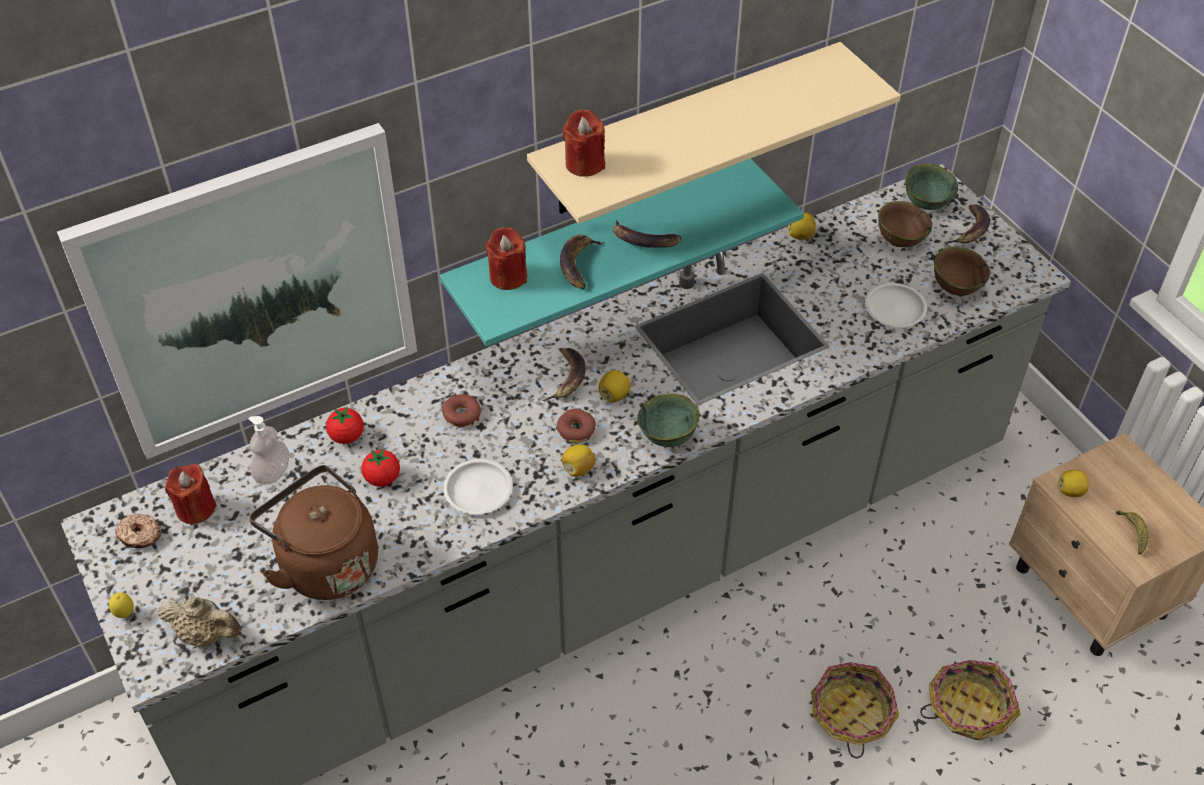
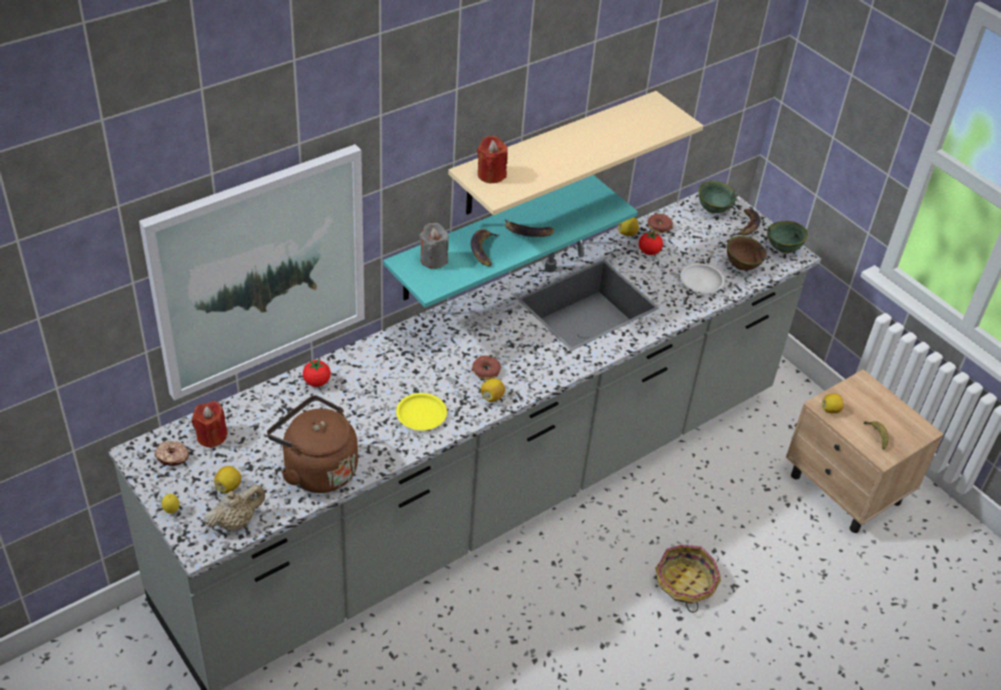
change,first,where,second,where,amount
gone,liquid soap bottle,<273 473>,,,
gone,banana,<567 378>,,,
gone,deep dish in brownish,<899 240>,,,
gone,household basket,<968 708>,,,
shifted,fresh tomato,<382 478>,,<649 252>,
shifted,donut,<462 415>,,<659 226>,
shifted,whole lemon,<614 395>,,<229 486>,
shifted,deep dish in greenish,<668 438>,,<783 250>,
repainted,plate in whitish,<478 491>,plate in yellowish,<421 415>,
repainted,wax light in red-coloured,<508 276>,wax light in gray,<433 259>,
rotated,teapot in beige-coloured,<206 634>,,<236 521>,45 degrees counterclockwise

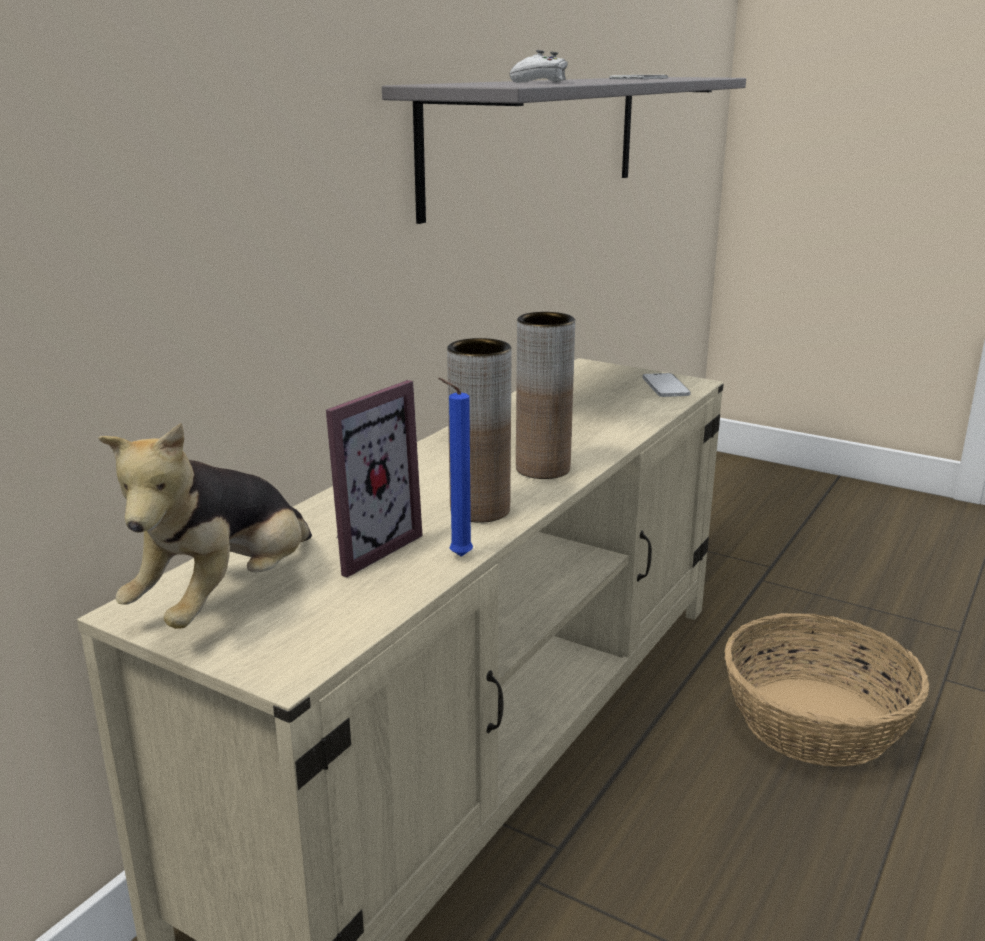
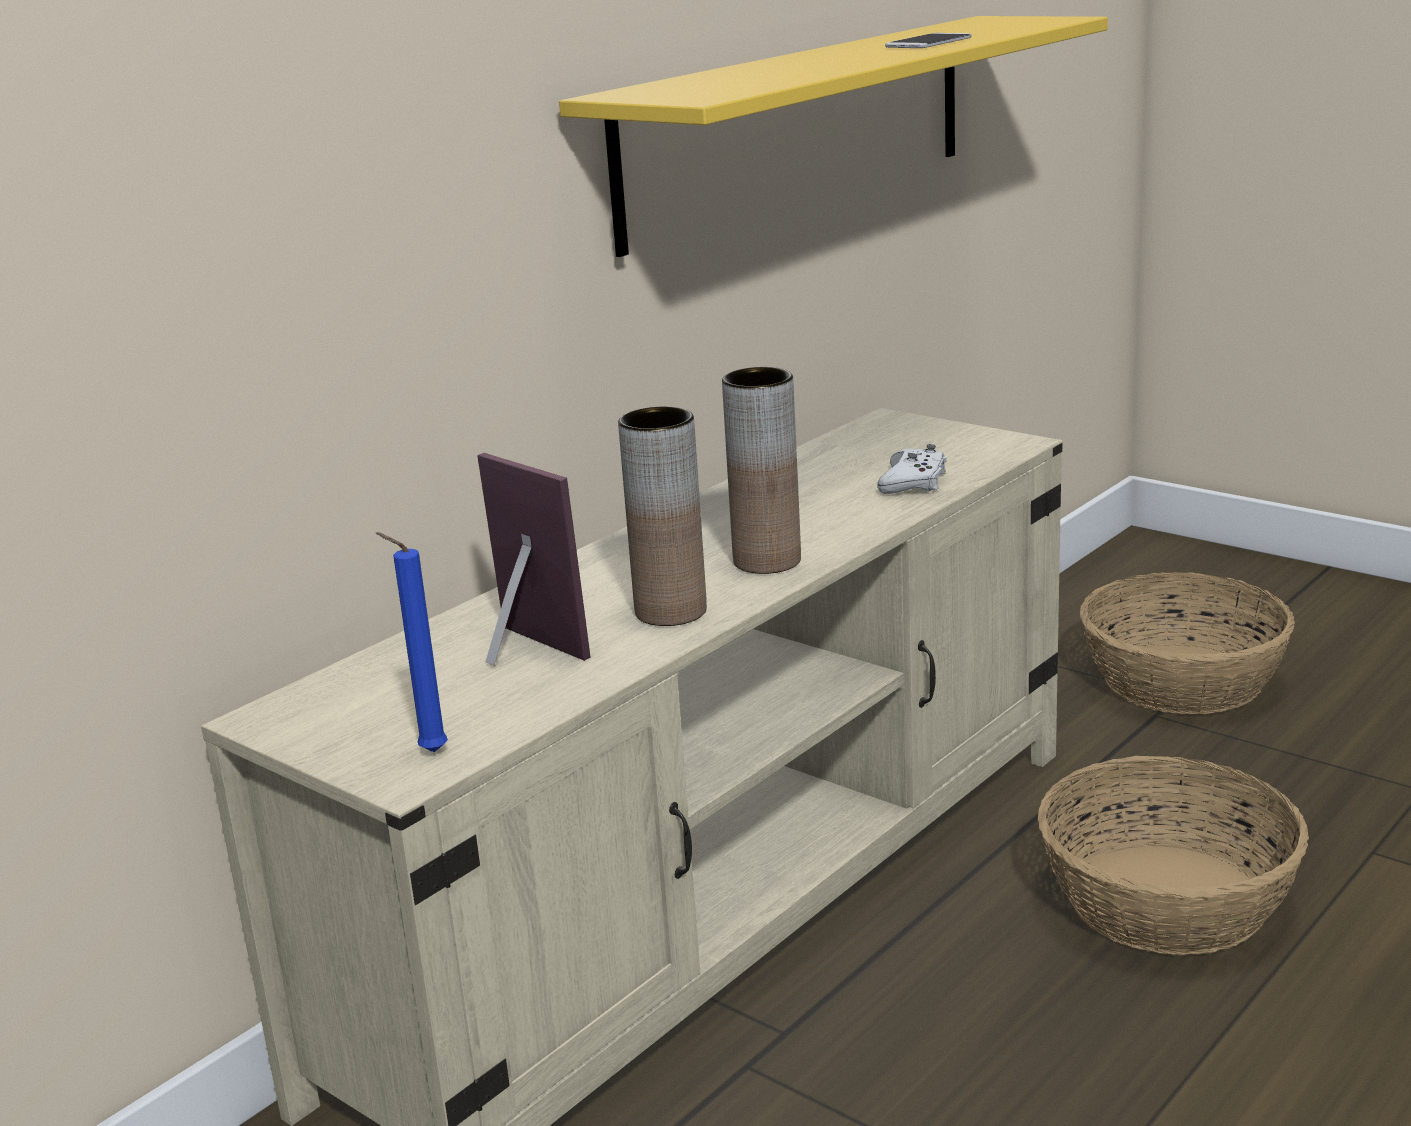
change,first,where,second,where,amount
gone,plush toy,<227 599>,,,
gone,handset,<665 387>,,,
new,,,household basket,<1181 679>,
shifted,wax light in bluish,<457 557>,,<429 752>,
shifted,game controller in whitish,<539 82>,,<913 482>,
repainted,bracket shelf in gray,<538 139>,bracket shelf in yellowish,<799 127>,
rotated,standing frame,<362 547>,,<520 653>,90 degrees counterclockwise

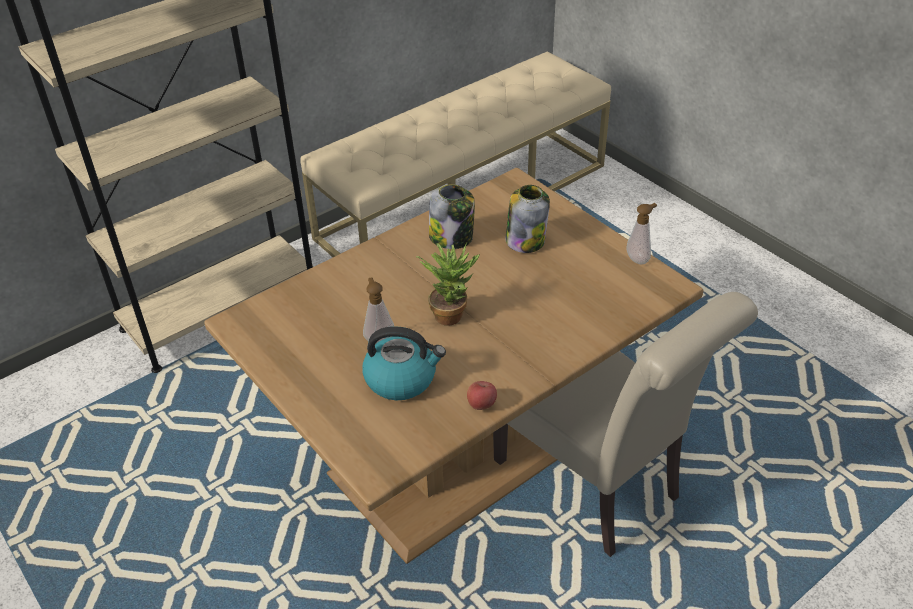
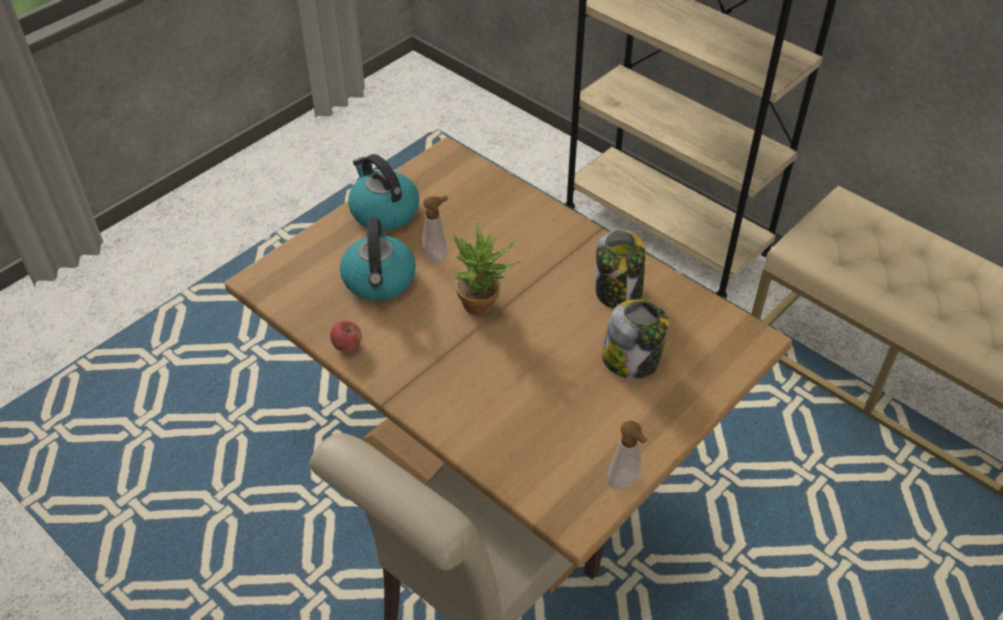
change,first,where,second,where,amount
new,,,tea kettle,<383 211>,

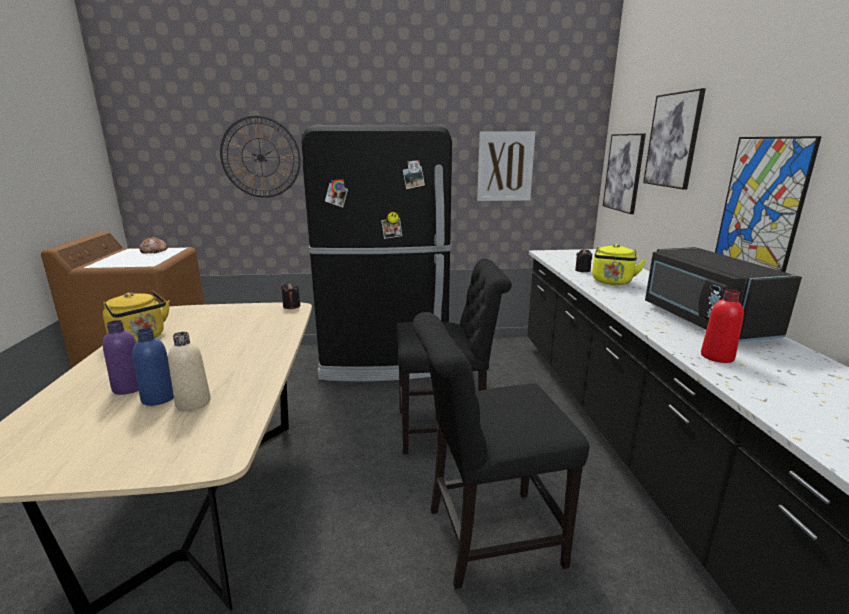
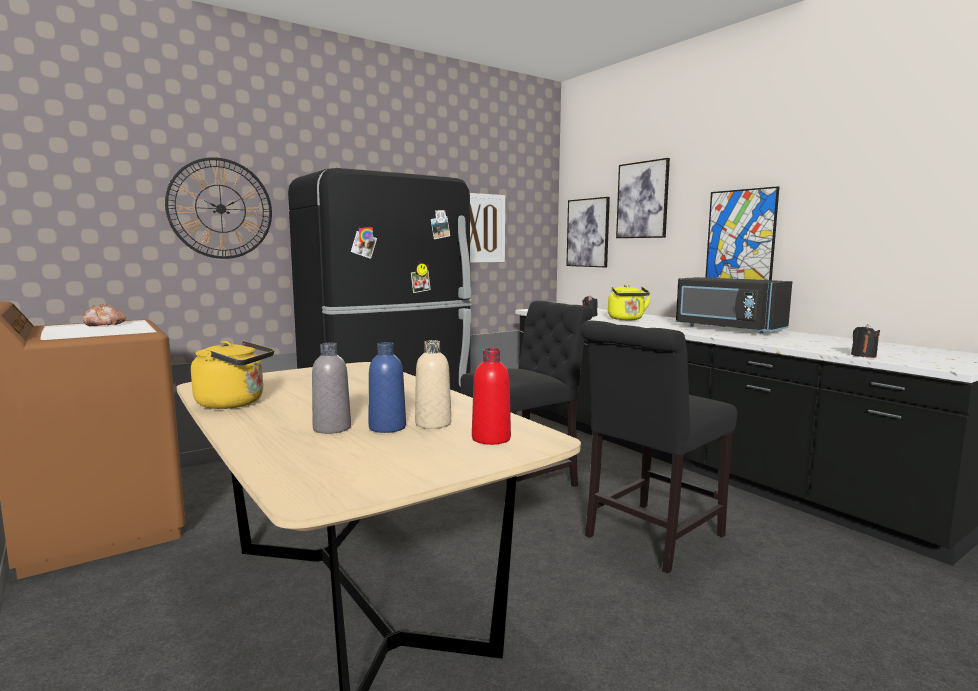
change,first,where,second,where,amount
shifted,wax light in blackish,<291 306>,,<863 355>,
shifted,beverage bottle in red-coloured,<717 357>,,<491 439>,
repainted,beverage bottle in purple-coloured,<129 387>,beverage bottle in gray,<332 428>,

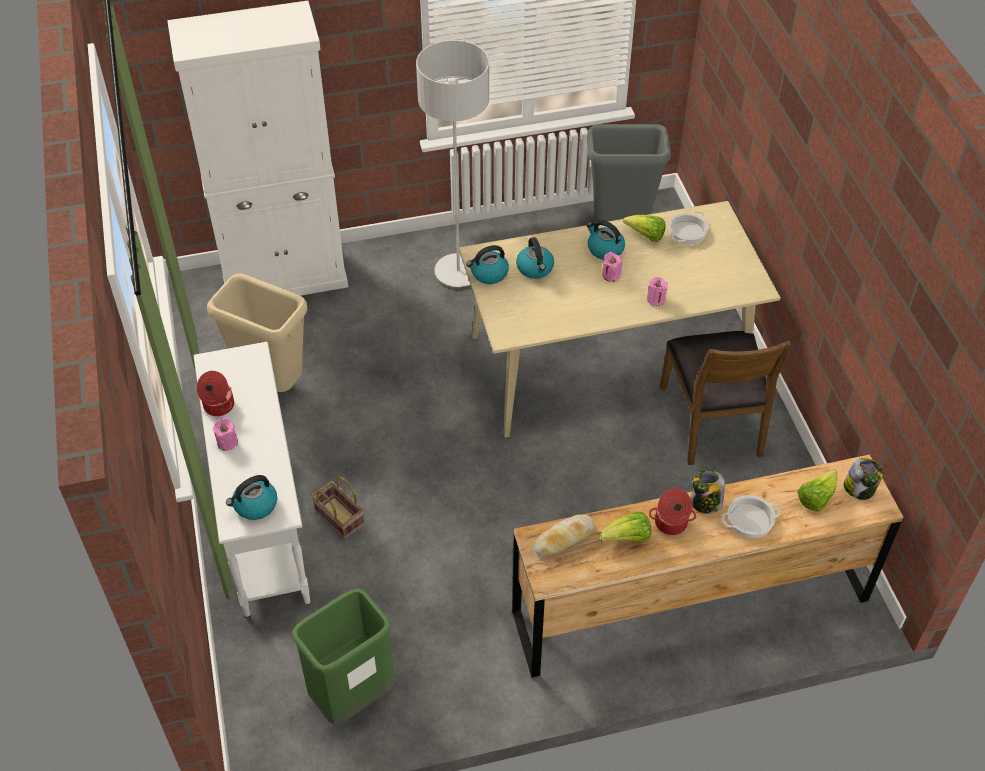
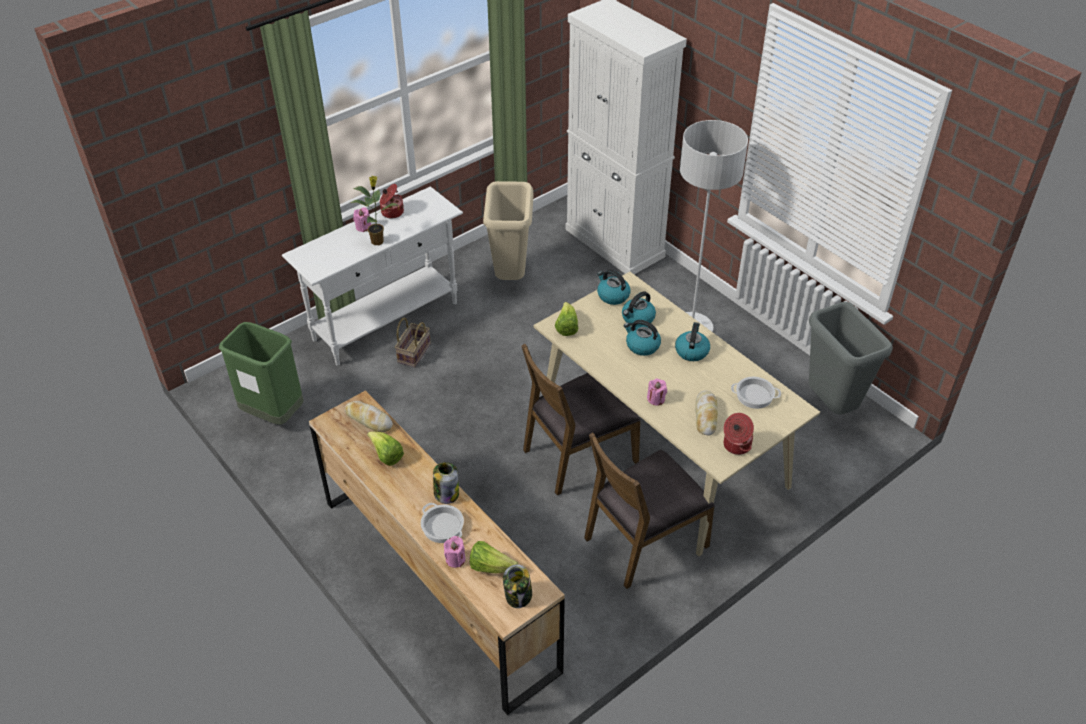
change,first,where,second,where,amount
new,,,potted plant,<378 241>,
new,,,chair in brownish,<578 454>,
new,,,bakery bread,<705 416>,
shifted,tea kettle,<255 505>,,<642 346>,
shifted,wax light in pinkish,<611 275>,,<455 559>,
shifted,head of lettuce,<646 236>,,<566 327>,
shifted,cooking pot,<670 523>,,<736 445>,

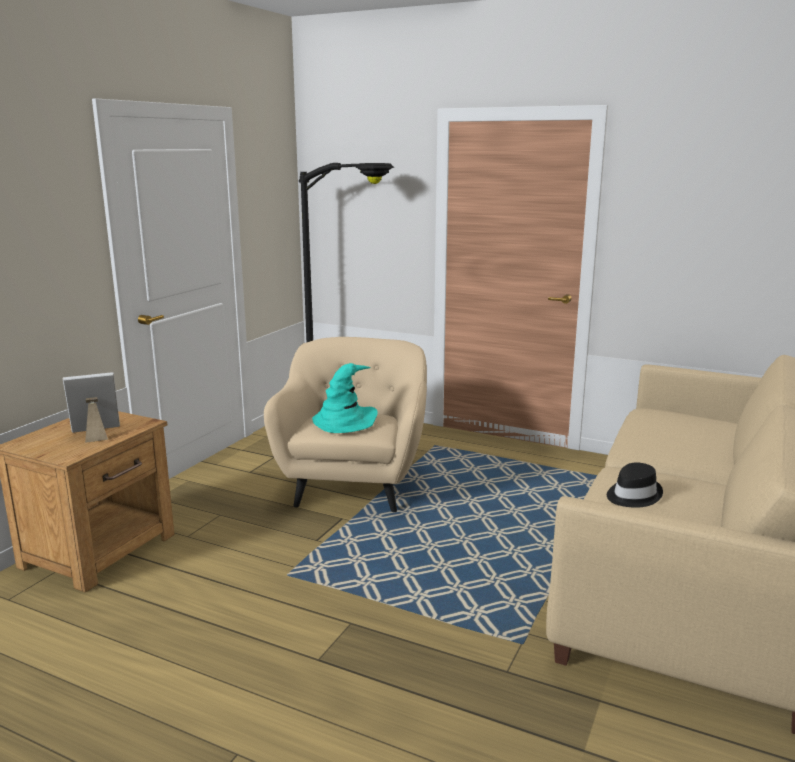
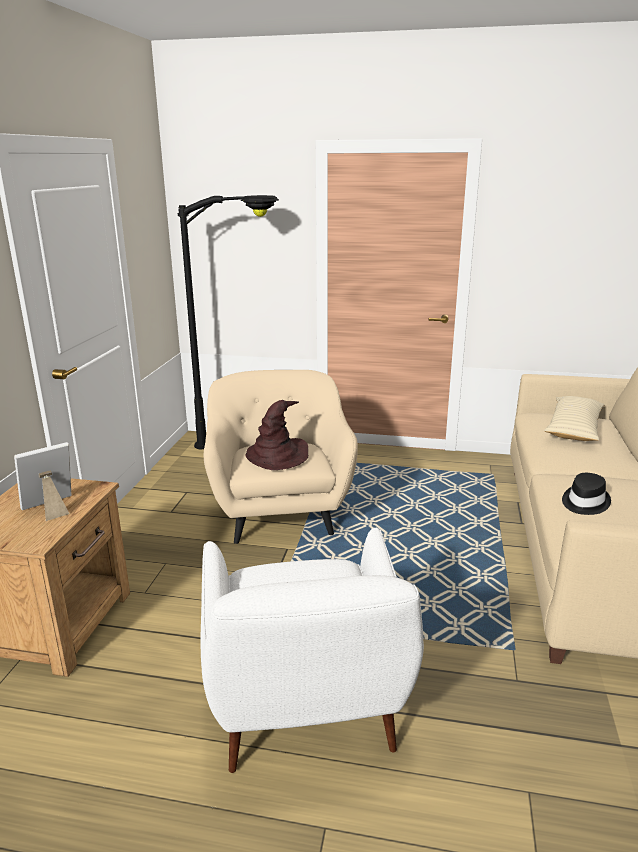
change,first,where,second,where,amount
new,,,armchair in whitish,<306 709>,
new,,,throw pillow in beige-coloured,<573 428>,
repainted,clothing hat in blue-green,<345 421>,clothing hat in brownish,<277 455>,

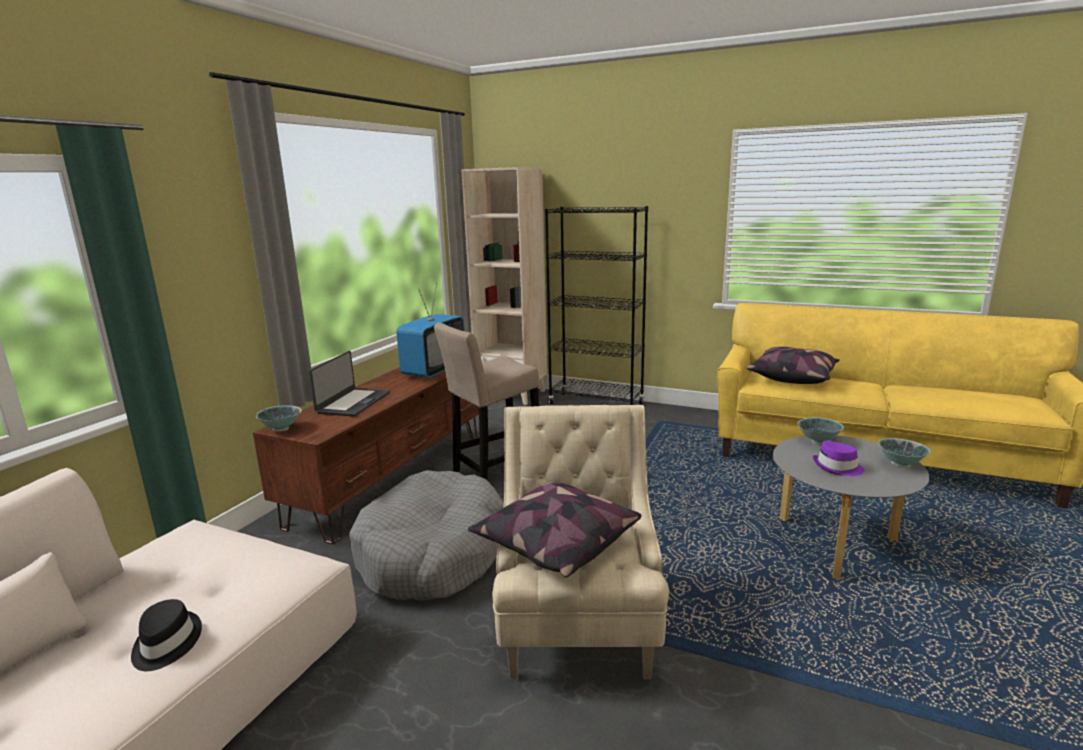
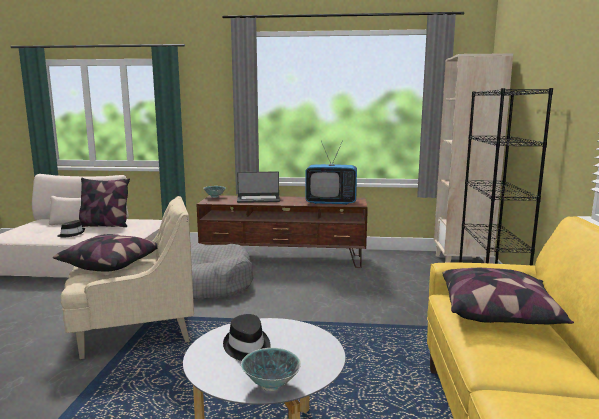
change,first,where,second,where,amount
gone,stool in beige-coloured,<493 477>,,,
gone,deep dish,<818 441>,,,
new,,,throw pillow,<104 225>,
repainted,clothing hat in purple-coloured,<838 468>,clothing hat in blackish,<247 347>,

